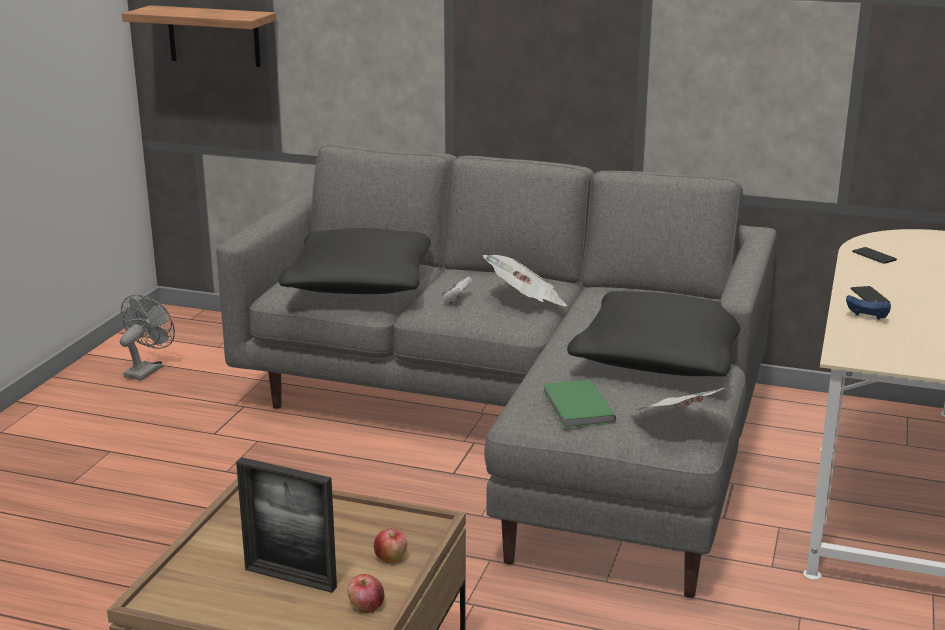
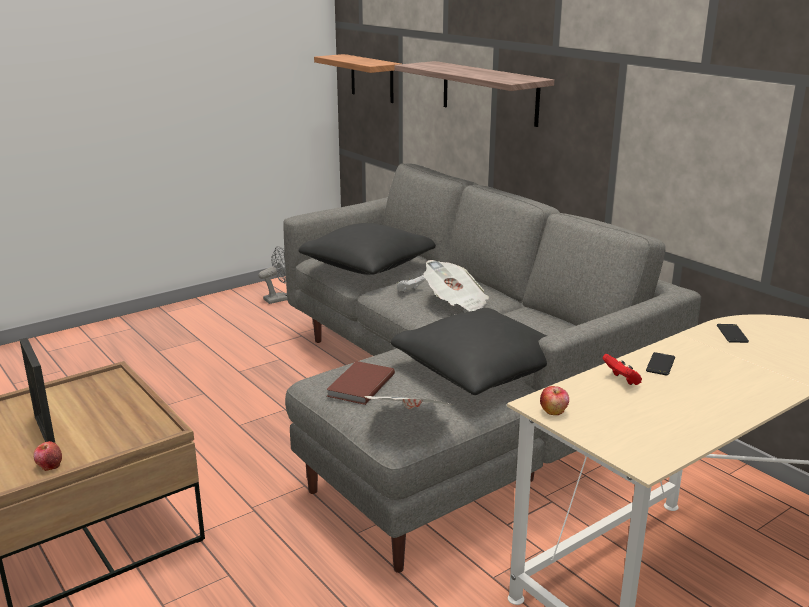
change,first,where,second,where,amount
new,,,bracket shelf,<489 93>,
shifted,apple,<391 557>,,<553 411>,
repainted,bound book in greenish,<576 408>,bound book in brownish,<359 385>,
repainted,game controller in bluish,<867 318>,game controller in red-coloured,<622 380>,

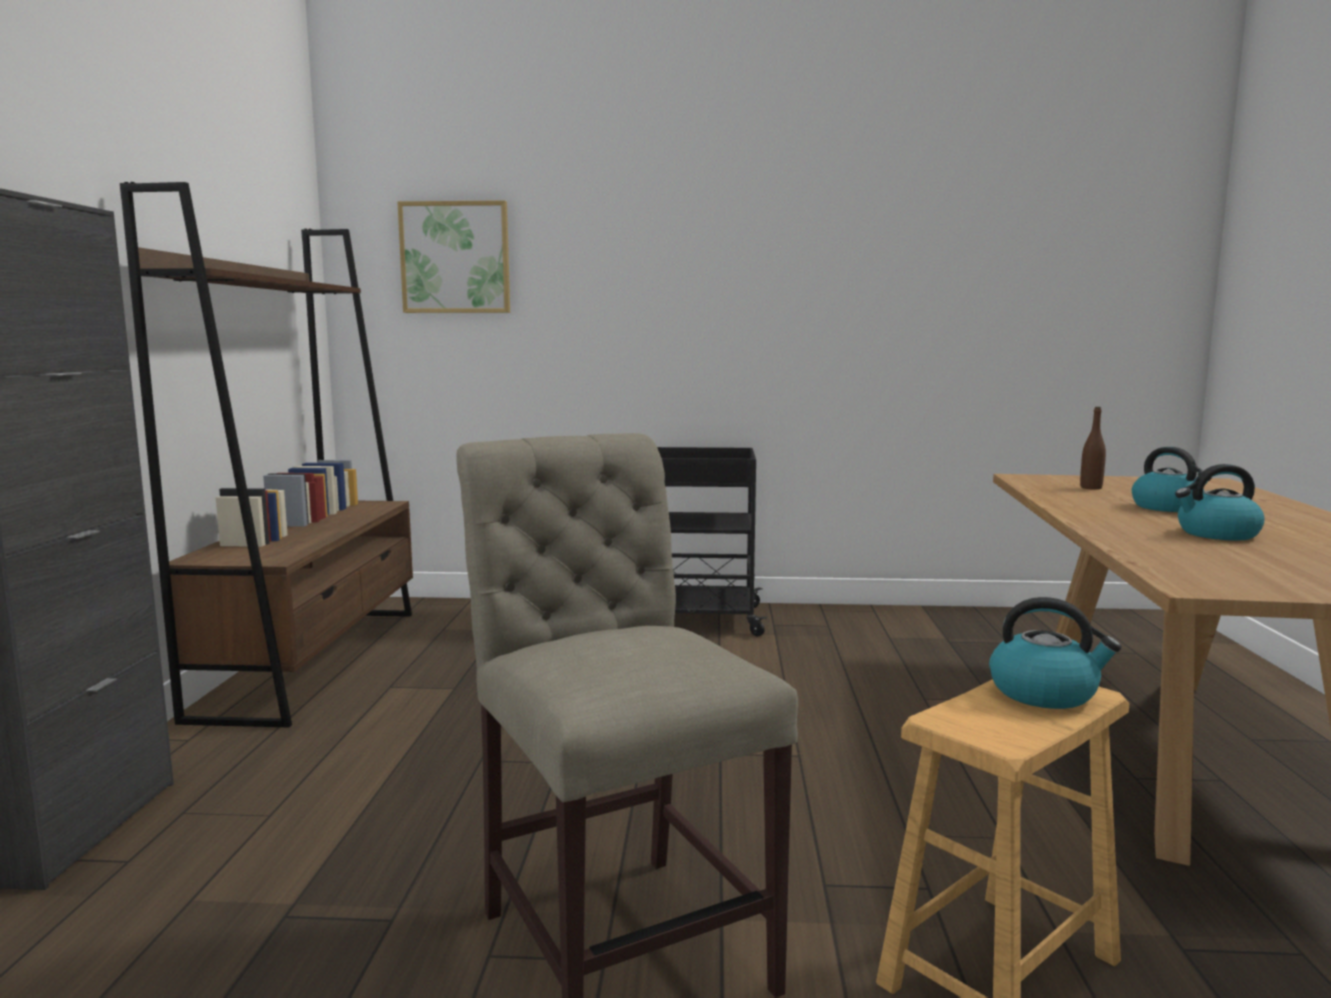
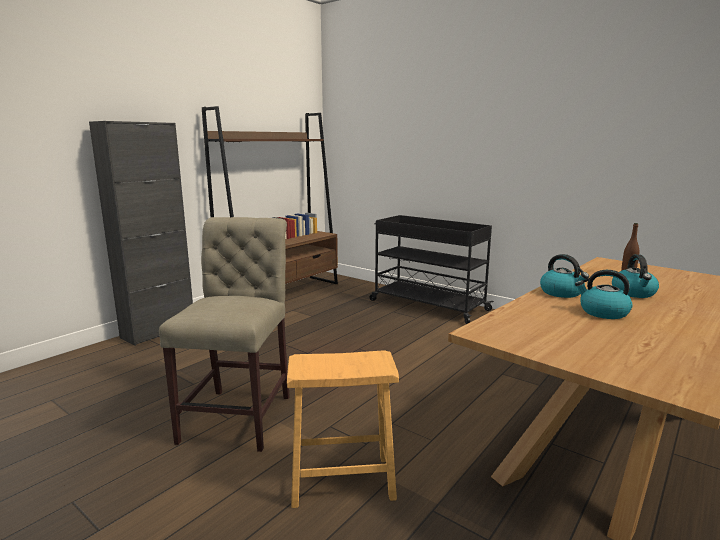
change,first,where,second,where,amount
gone,wall art,<455 258>,,,
shifted,tea kettle,<1045 693>,,<562 293>,

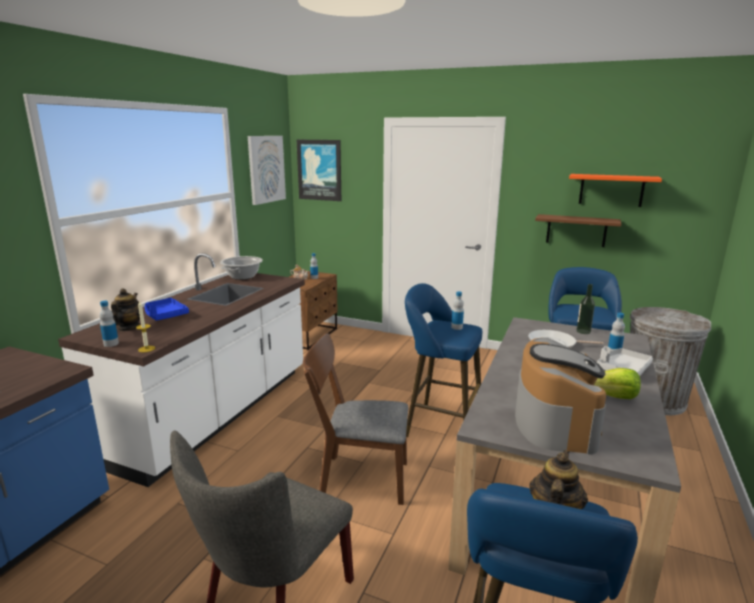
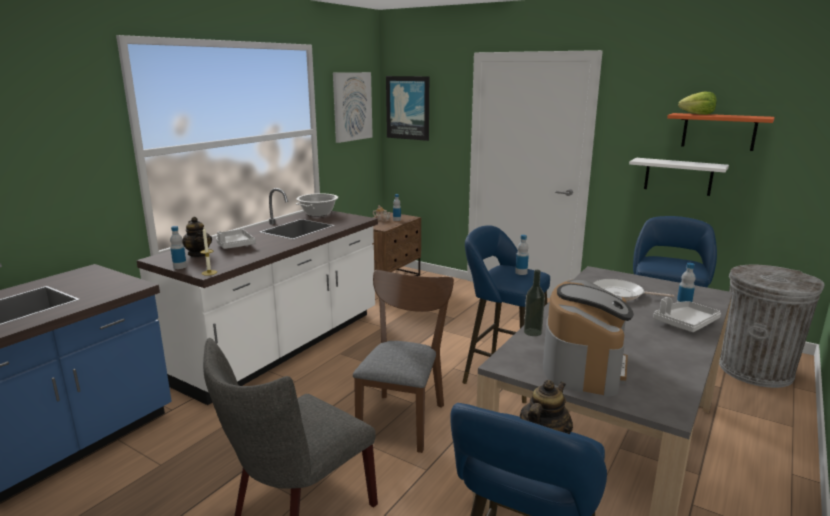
change,first,where,second,where,amount
shifted,beverage bottle,<583 331>,,<532 332>,
shifted,head of lettuce,<614 397>,,<697 114>,
repainted,serving tray in bluish,<165 315>,serving tray in gray,<234 245>,
repainted,bracket shelf in brownish,<576 230>,bracket shelf in whitish,<678 176>,
rotated,teapot,<128 328>,,<198 254>,135 degrees clockwise
rotated,chair in brownish,<357 478>,,<403 417>,90 degrees clockwise

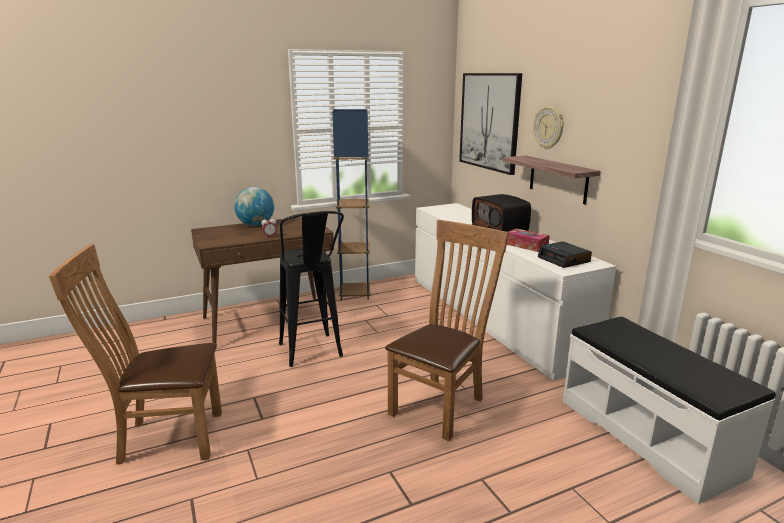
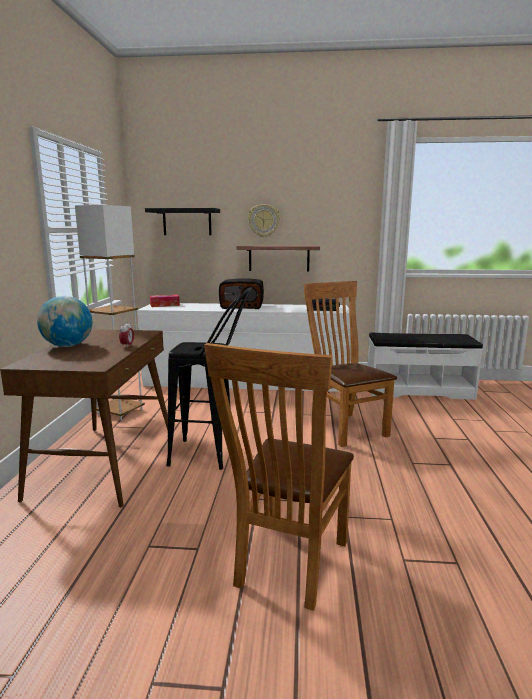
change,first,where,second,where,amount
shifted,tissue holder,<526 246>,,<164 305>,
swapped,wall art,<489 121>,bracket shelf in blackish,<187 222>,
repainted,standard lamp in bluish,<355 294>,standard lamp in whitish,<120 412>,

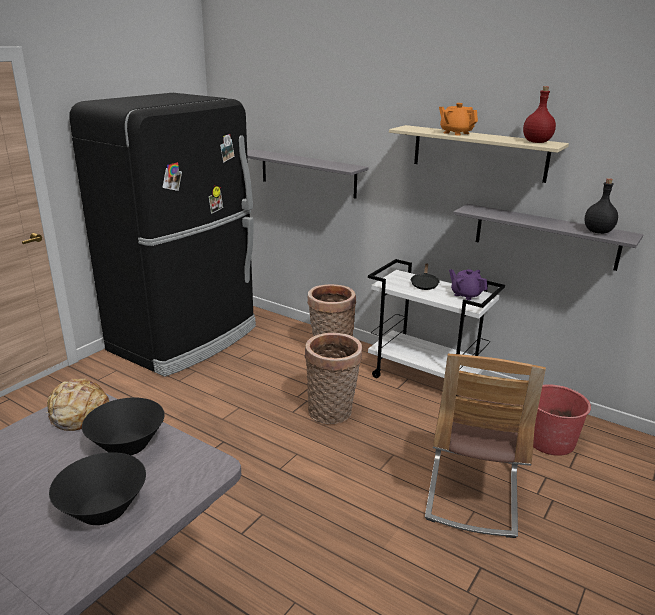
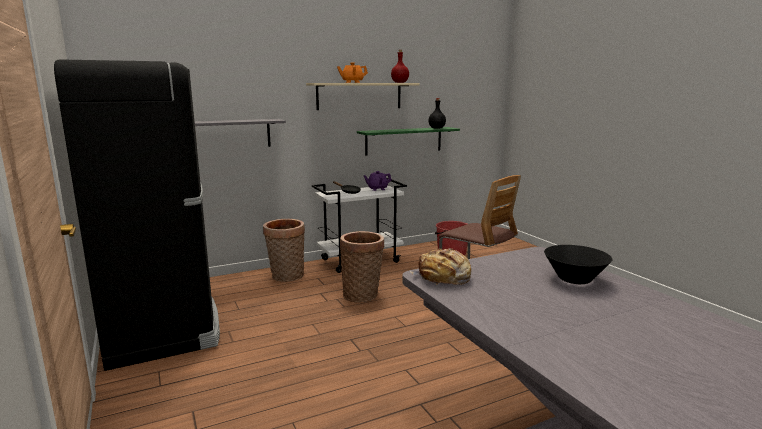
change,first,where,second,where,amount
gone,deep dish in blackish,<127 446>,,,
repainted,bracket shelf in gray,<545 236>,bracket shelf in greenish,<404 140>,

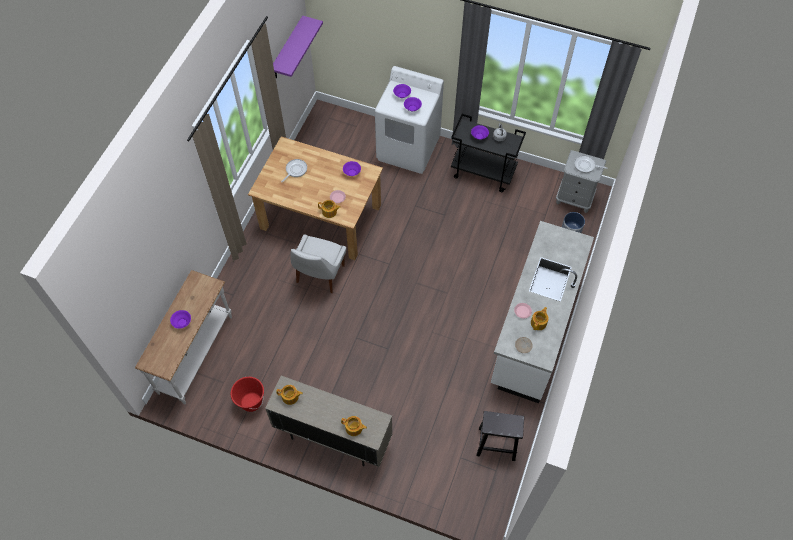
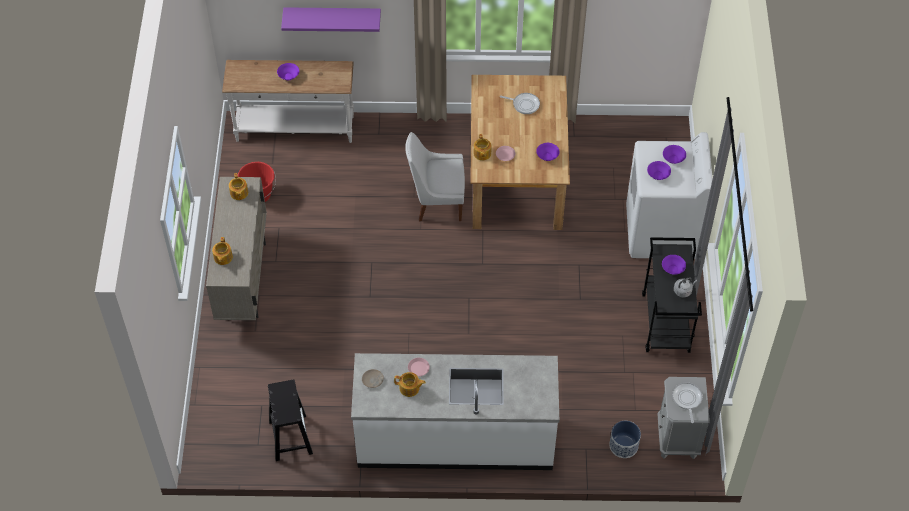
change,first,where,second,where,amount
shifted,bracket shelf in purple-coloured,<287 49>,,<332 16>,

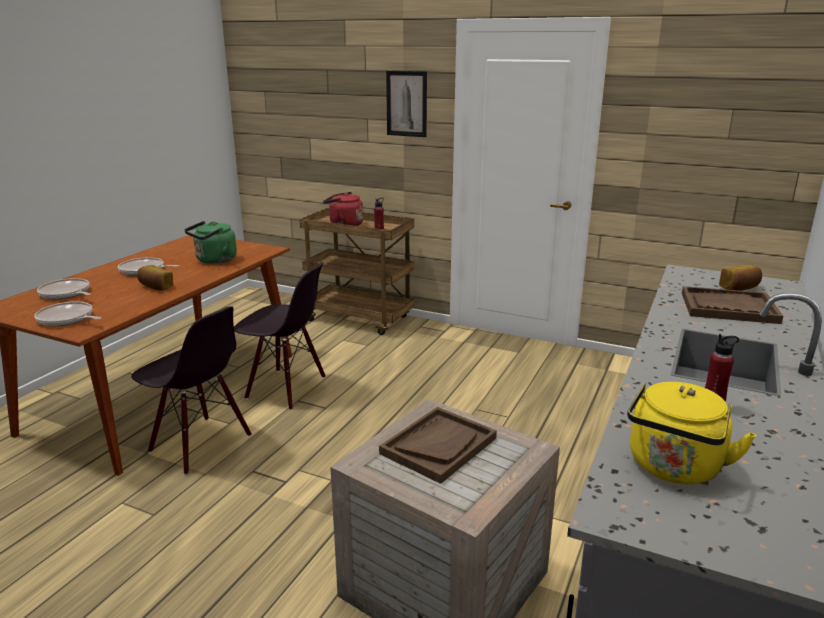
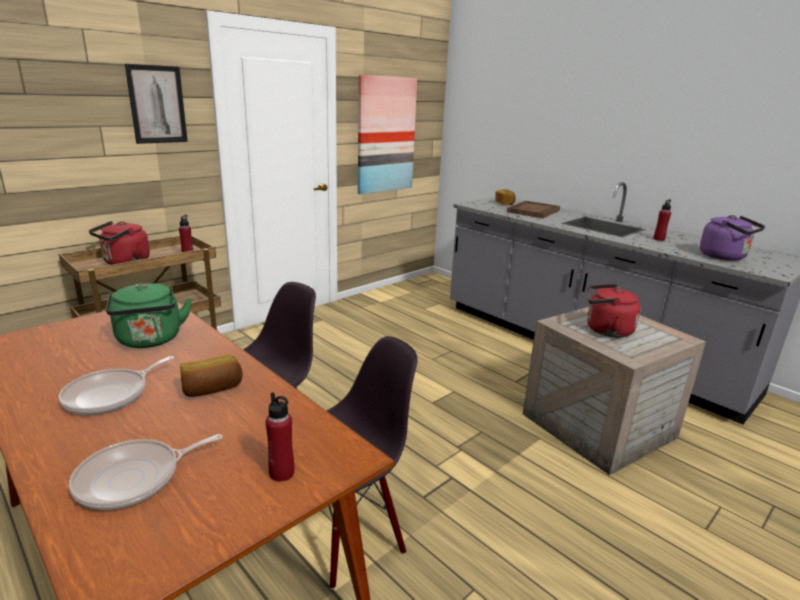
change,first,where,second,where,amount
new,,,wall art,<385 135>,
swapped,skillet,<67 319>,beverage bottle in red-coloured,<282 473>,
swapped,serving tray in brownish,<438 446>,tea kettle in red-coloured,<605 330>,
repainted,tea kettle in yellowish,<674 468>,tea kettle in purple-coloured,<725 257>,

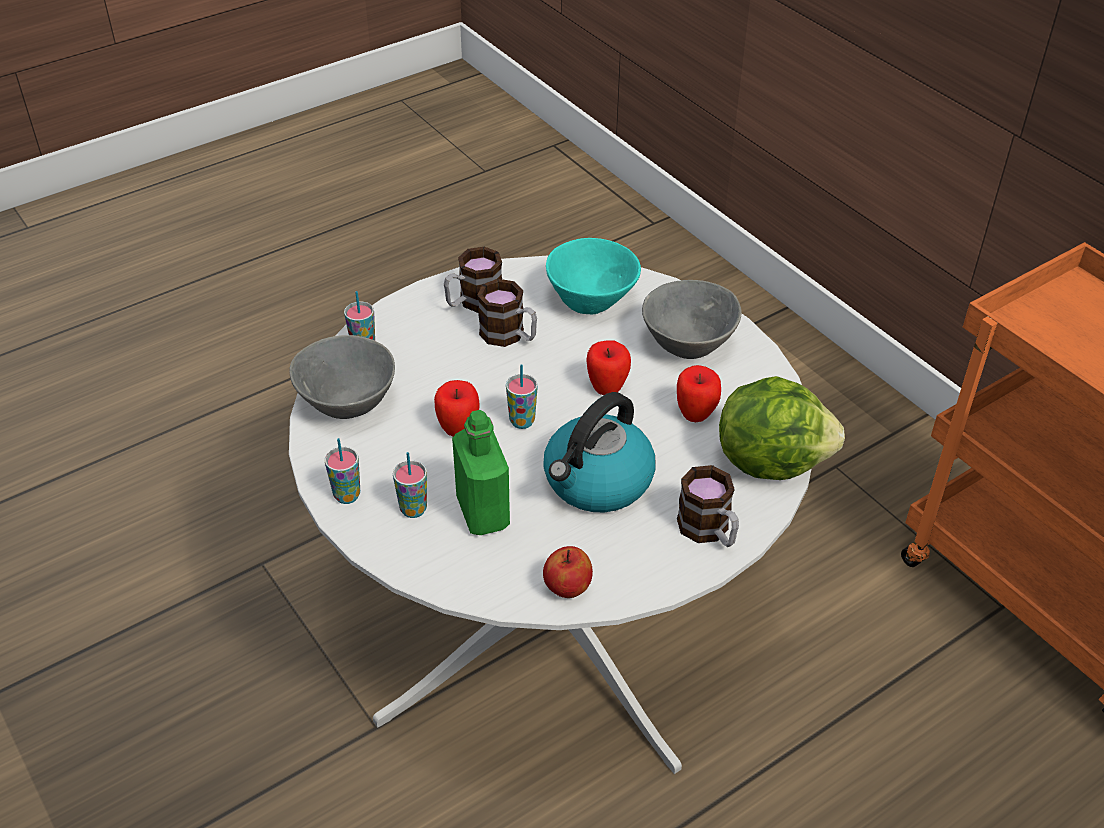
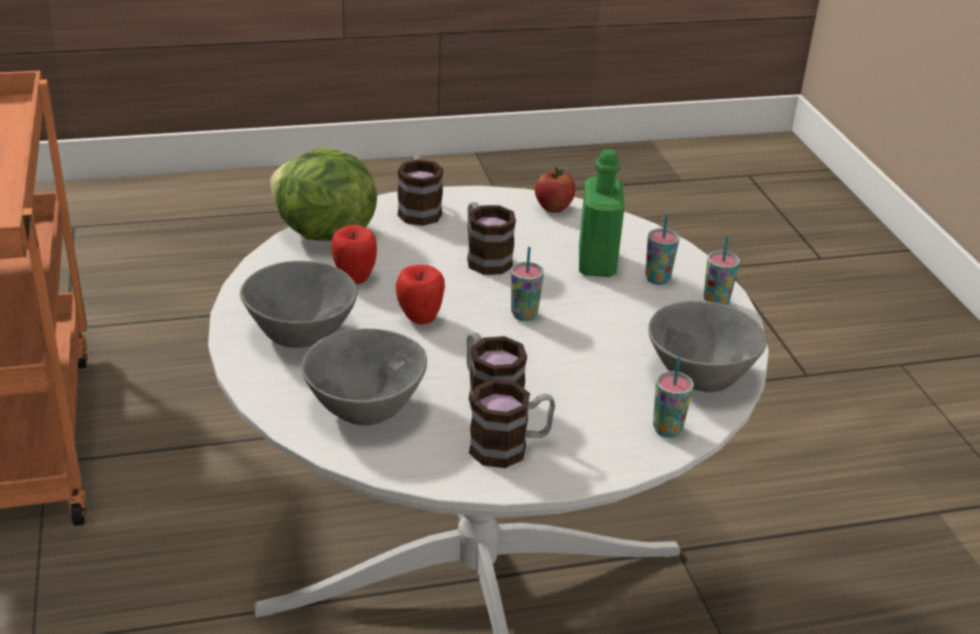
change,first,where,second,where,amount
gone,apple,<458 430>,,,
swapped,tea kettle,<597 482>,coffee mug,<484 257>,
repainted,deep dish in blue-green,<593 301>,deep dish in gray,<363 407>,

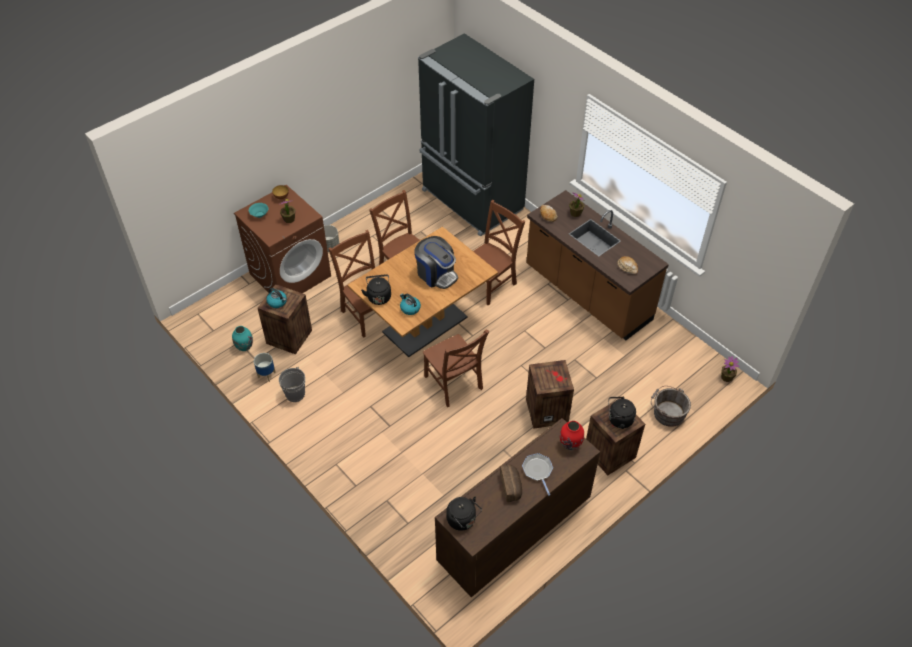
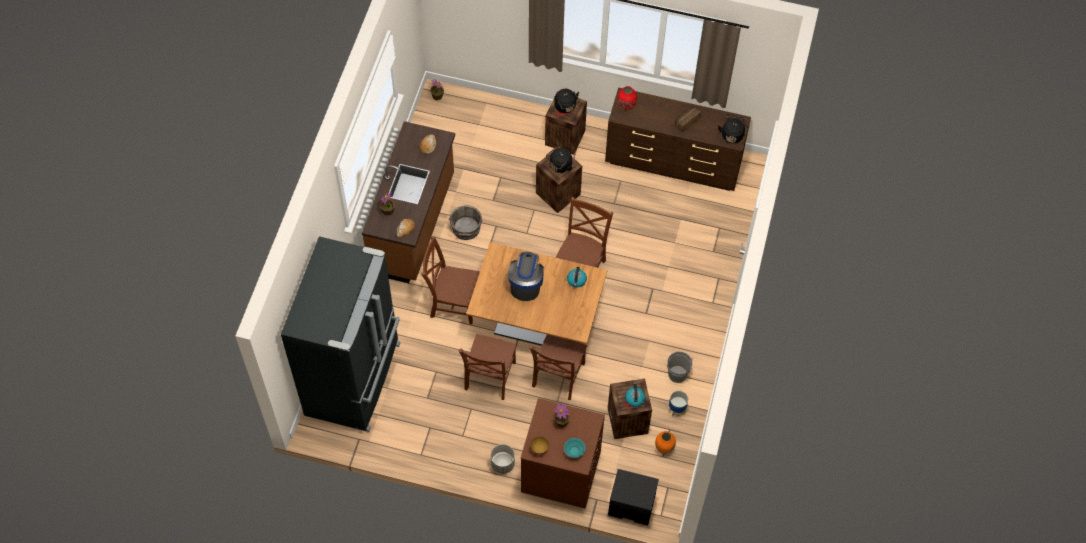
change,first,where,second,where,amount
gone,skillet,<538 471>,,,
new,,,night table in blackish,<631 506>,
shifted,tea kettle in blackish,<378 296>,,<559 166>,
shifted,pail in gray,<667 412>,,<466 229>,
repainted,flower vase in blue-green,<244 347>,flower vase in orangey,<664 448>,

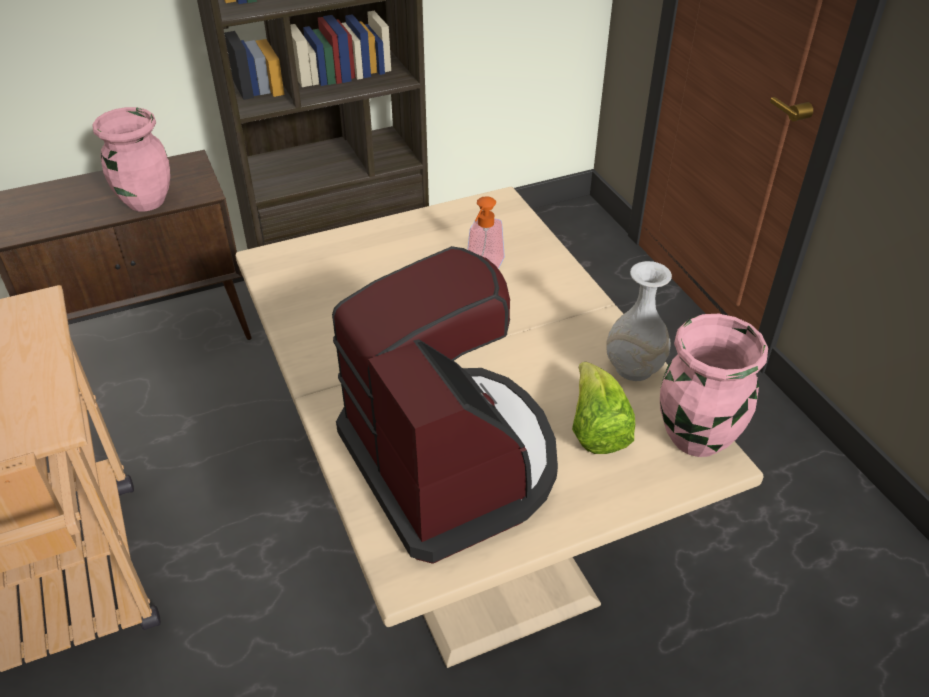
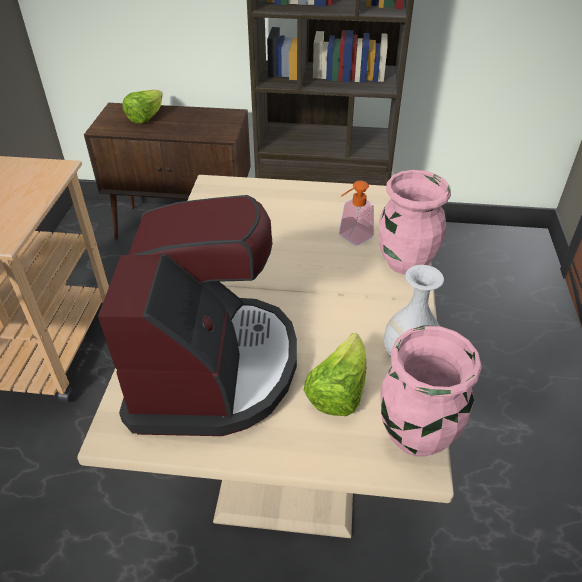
change,first,where,second,where,amount
new,,,head of lettuce,<146 117>,
shifted,flower vase in pinkish,<146 201>,,<405 262>,

